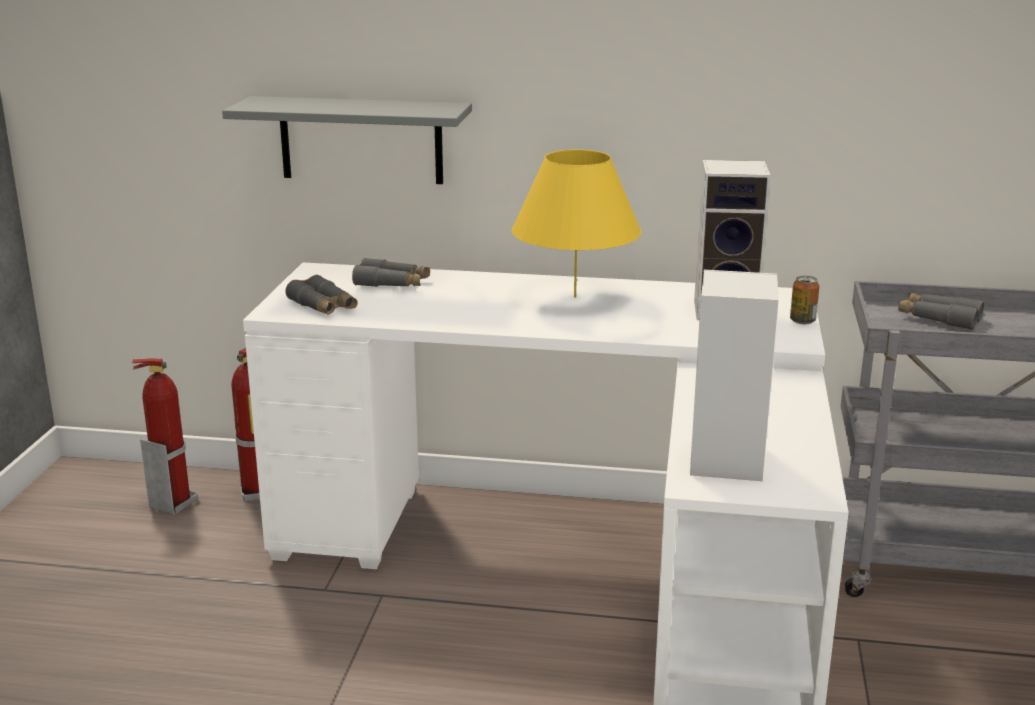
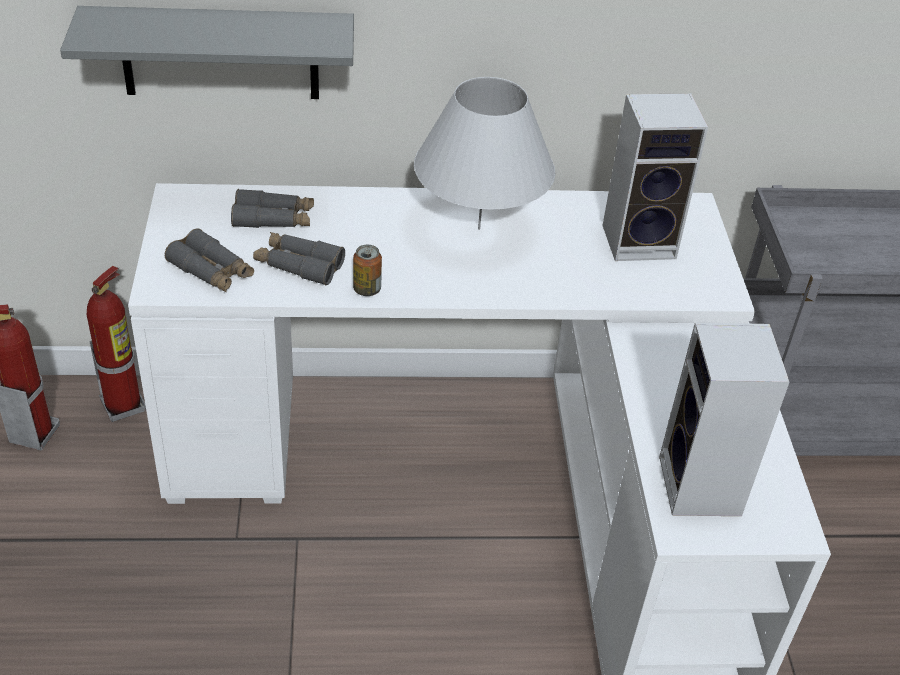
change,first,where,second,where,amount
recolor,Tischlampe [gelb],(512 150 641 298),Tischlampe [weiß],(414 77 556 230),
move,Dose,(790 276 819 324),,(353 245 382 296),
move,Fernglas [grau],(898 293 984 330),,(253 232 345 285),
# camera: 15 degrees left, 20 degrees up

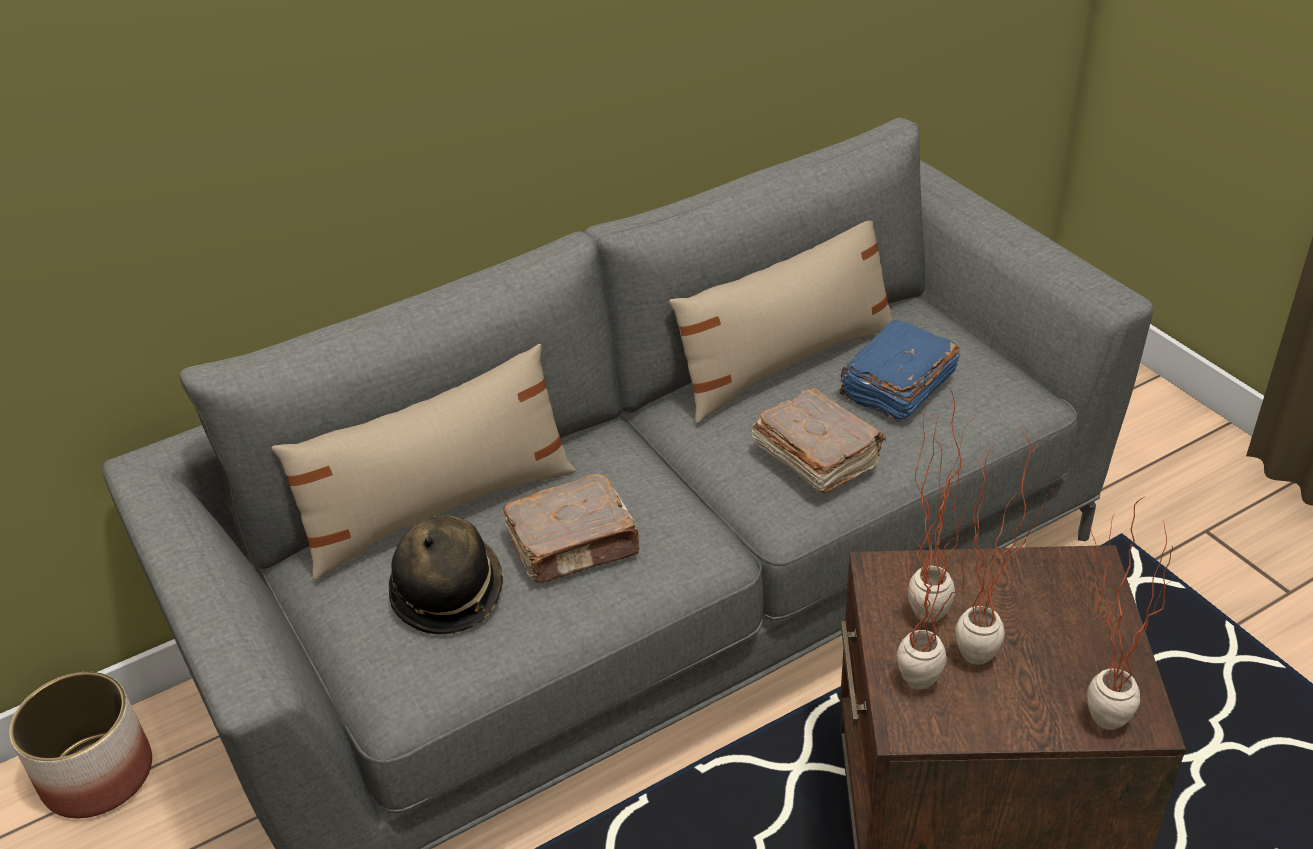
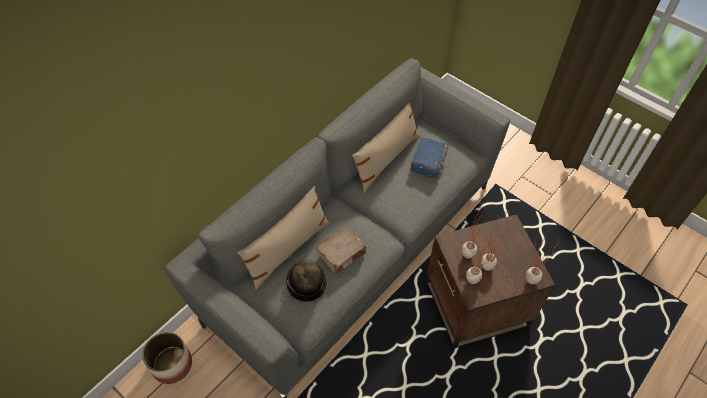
change,first,where,second,where,amount
delete,Buch [braun],(752 388 886 493),,,
# camera: 20 degrees left, 15 degrees up

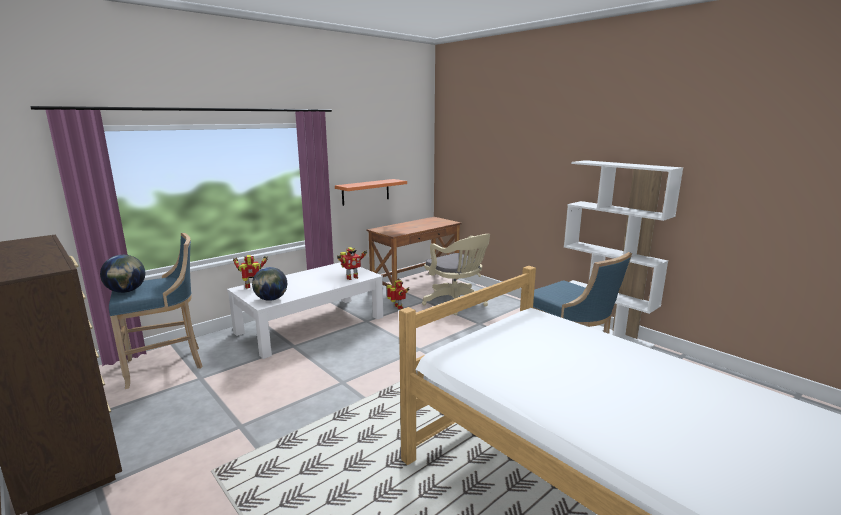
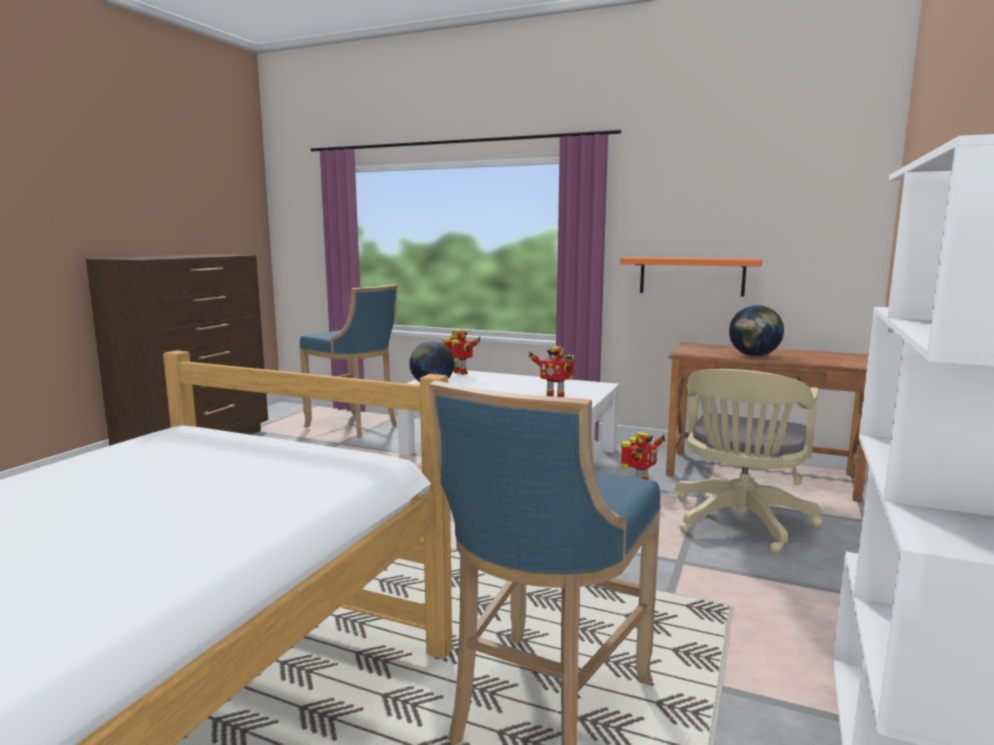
change,first,where,second,where,amount
move,Globus,(100 255 145 293),,(729 305 784 356),
# camera: 65 degrees right, 5 degrees down

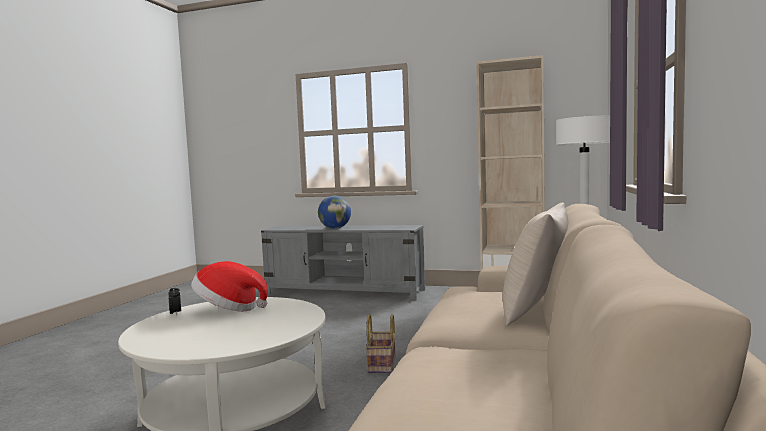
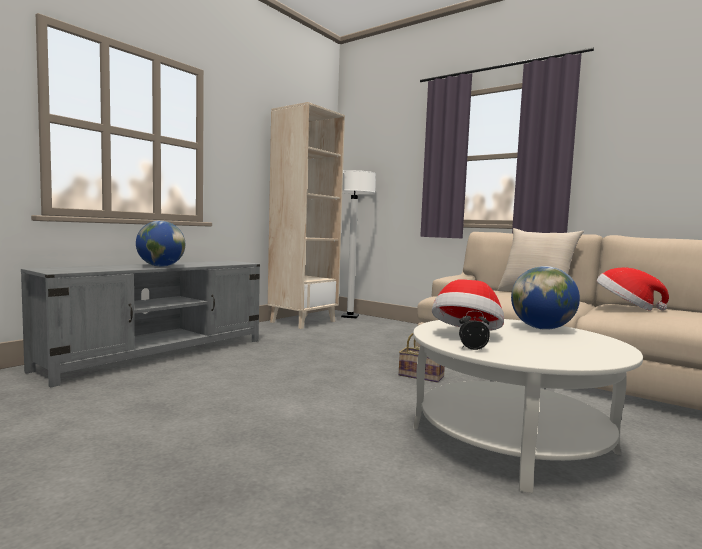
change,first,where,second,where,amount
insert,,,Globus,(511 266 580 330),
insert,,,Hut,(597 267 669 311),
# camera: 70 degrees left, 0 degrees up

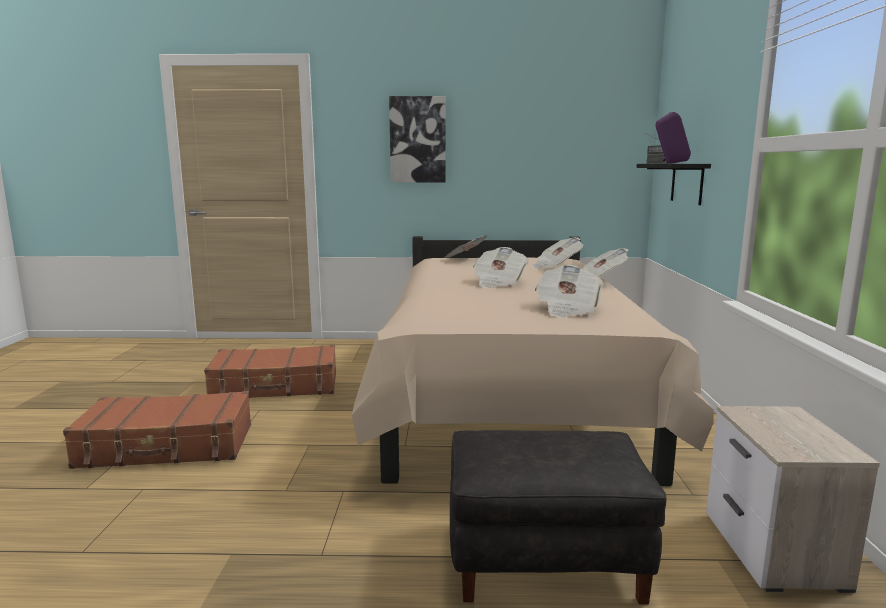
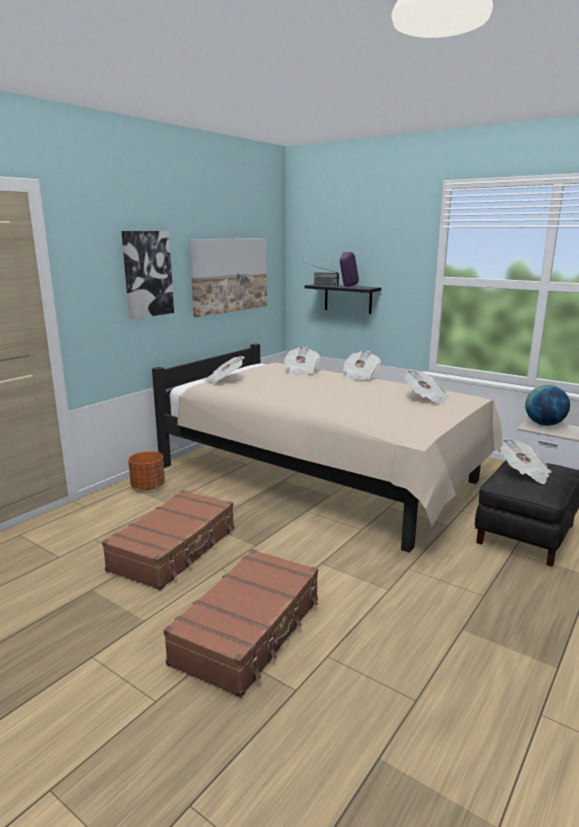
change,first,where,second,where,amount
move,Zeitung,(473 247 529 288),,(500 438 552 484),
insert,,,Pflanzkübel [orange],(128 451 165 490),
insert,,,Bild,(190 238 267 317),
insert,,,Globus,(525 385 570 426),
# camera: 55 degrees left, 5 degrees up

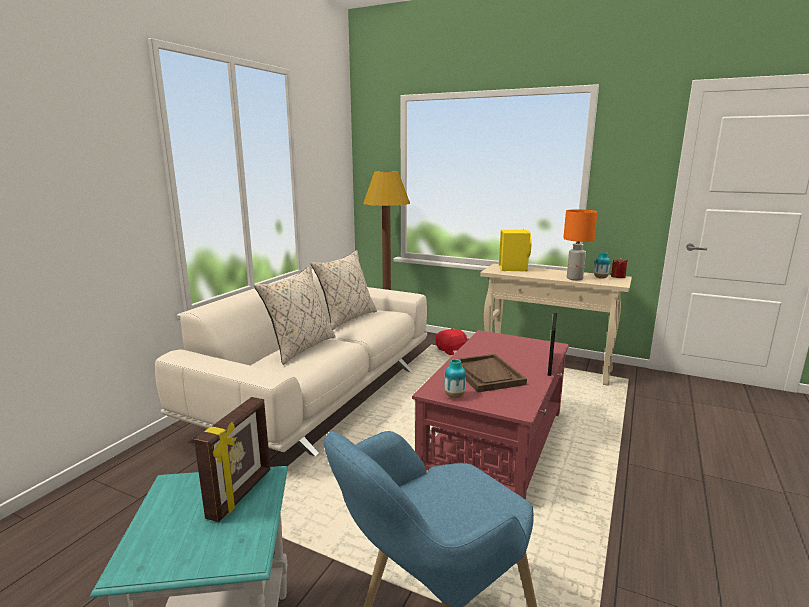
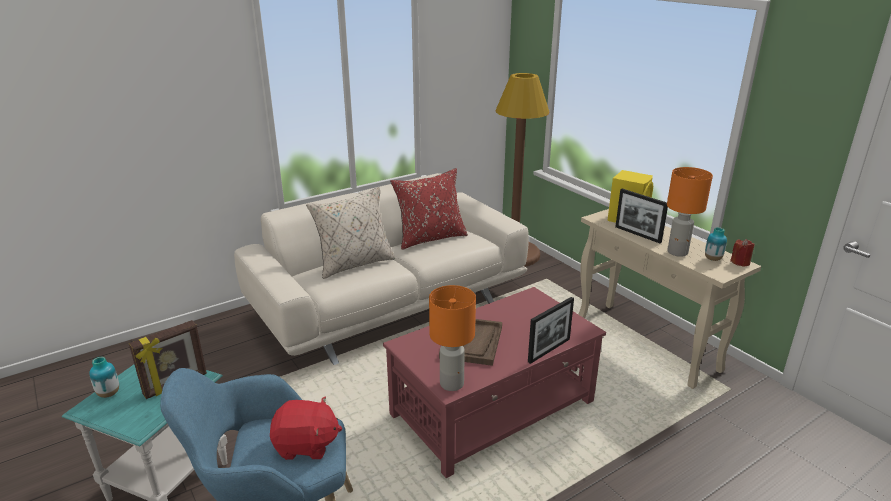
change,first,where,second,where,amount
recolor,Kissen [beige],(311 250 377 330),Kissen [rot],(390 168 468 250),
move,Plüschtier [rot],(436 328 467 355),,(270 396 342 460),
move,Vase,(444 359 466 398),,(90 357 119 398),
insert,,,Tischlampe [orange],(429 285 476 391),
insert,,,Bilderrahmen,(615 188 668 243),
# camera: 30 degrees right, 10 degrees up

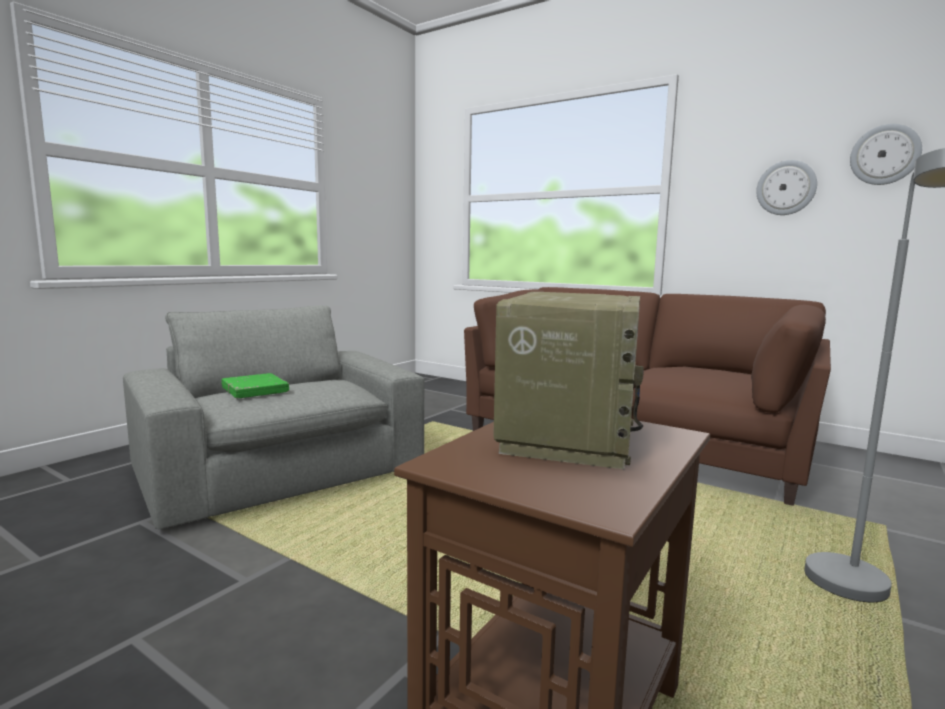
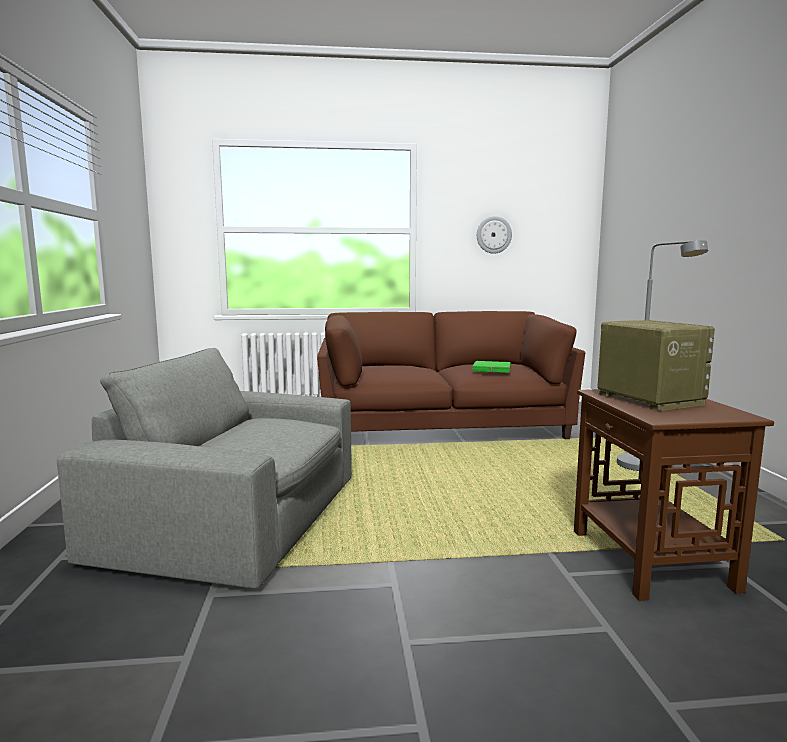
change,first,where,second,where,amount
move,Buch [grün],(222 373 289 399),,(472 361 511 373),
delete,Wanduhr,(850 124 922 185),,,
# camera: 40 degrees left, 0 degrees up

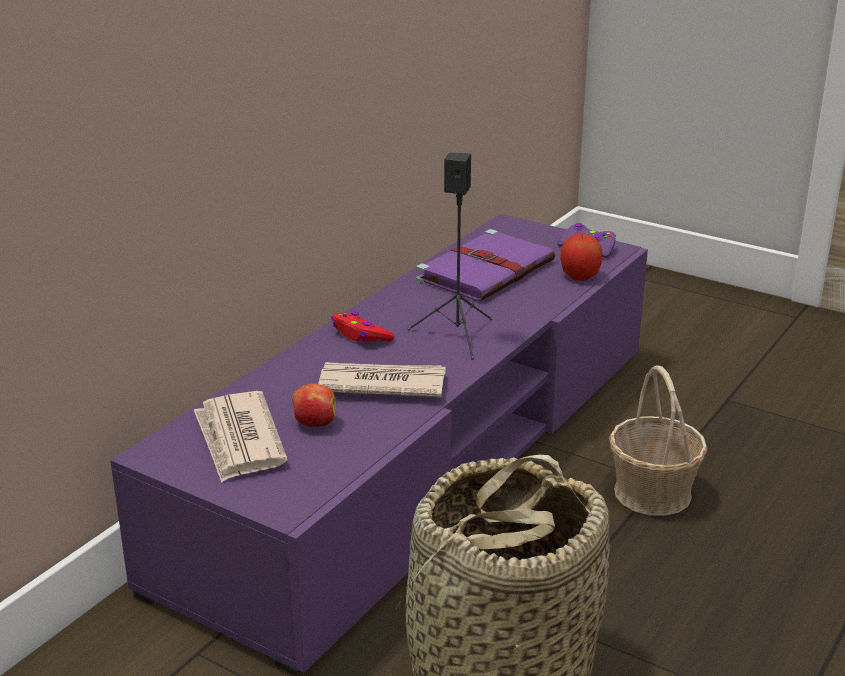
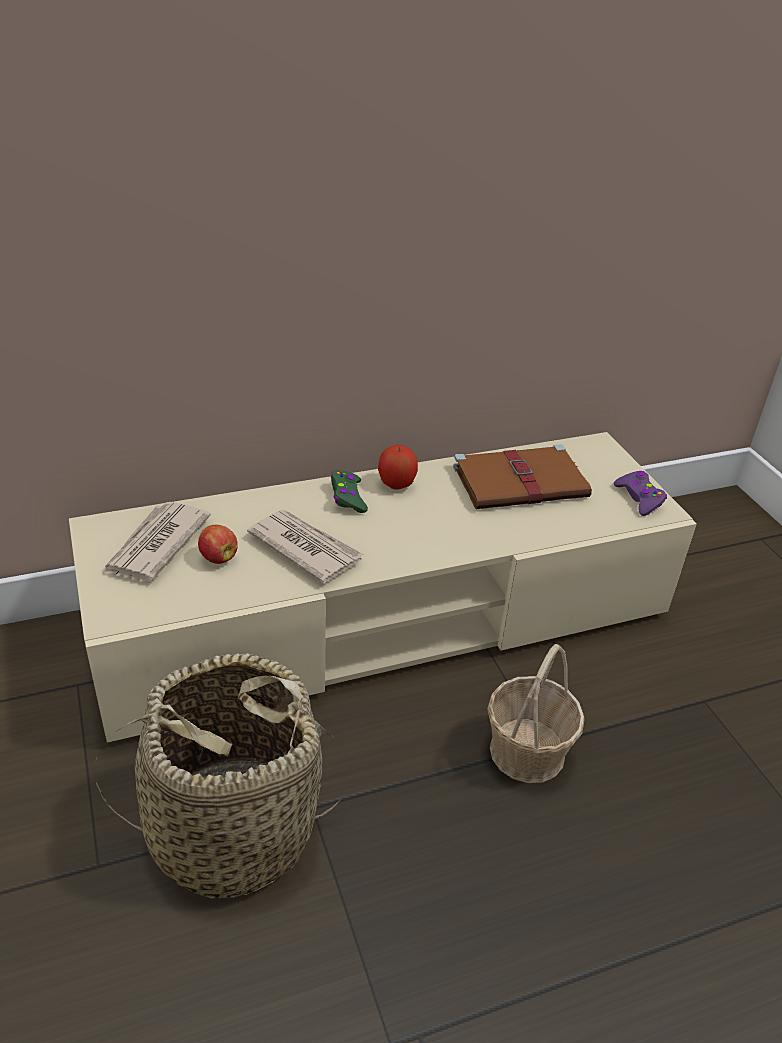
change,first,where,second,where,amount
recolor,Fernsehschrank [lila],(110 214 648 675),Fernsehschrank [beige],(69 432 697 743),
recolor,Gamepad [rot],(331 311 395 342),Gamepad [grün],(331 470 368 513),
delete,Lautsprecher [schwarz],(408 153 493 360),,,
recolor,Buch [lila],(416 229 555 301),Buch [braun],(453 444 592 509),
move,Apfel,(560 234 602 281),,(378 445 418 490),
# camera: 35 degrees right, 10 degrees up

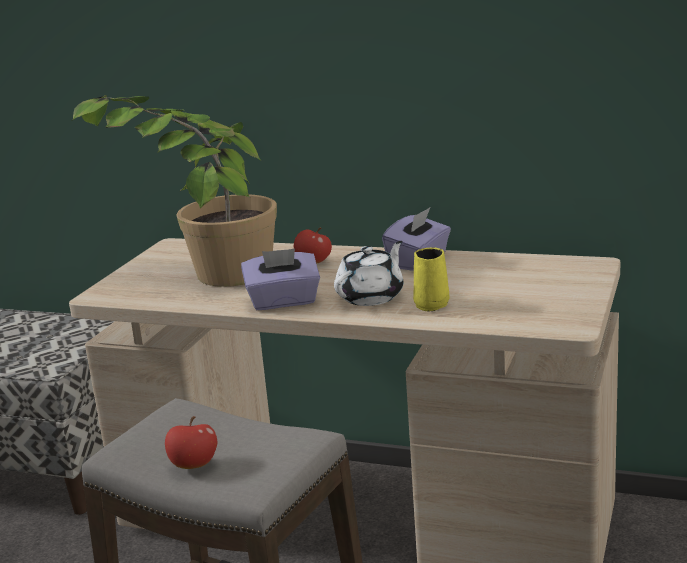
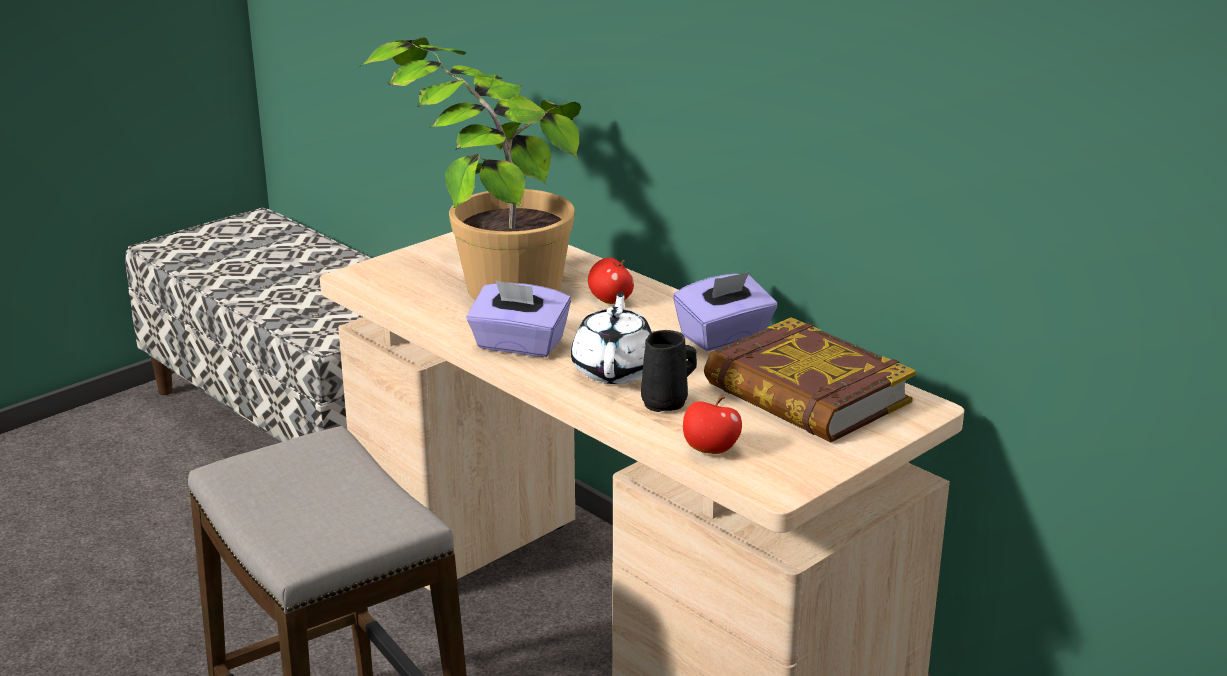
change,first,where,second,where,amount
move,Apfel,(165 416 217 469),,(683 396 742 454),
rotate,Teekanne [weiß],(334 241 403 306),,(571 292 652 384),60 degrees counterclockwise
recolor,Henkelbecher [gelb],(413 247 450 311),Henkelbecher [schwarz],(641 330 697 412),
insert,,,Buch,(704 317 916 442),
# camera: 25 degrees right, 5 degrees up

